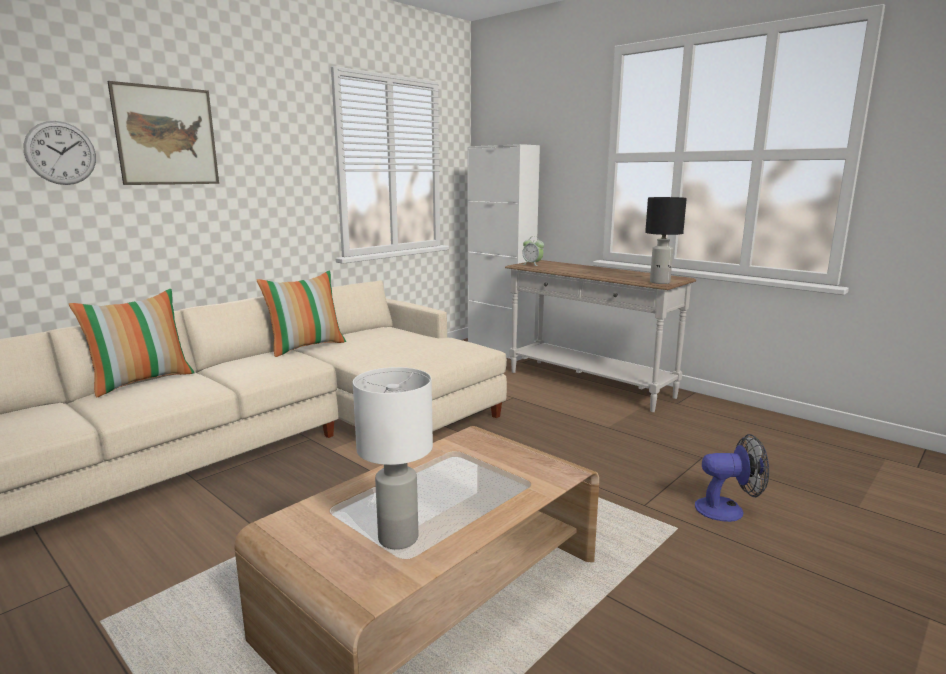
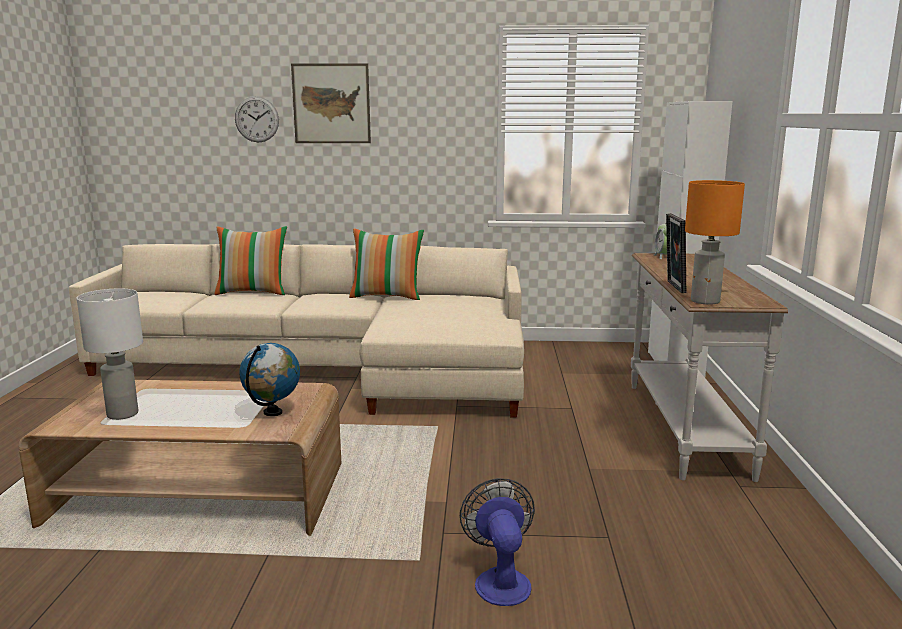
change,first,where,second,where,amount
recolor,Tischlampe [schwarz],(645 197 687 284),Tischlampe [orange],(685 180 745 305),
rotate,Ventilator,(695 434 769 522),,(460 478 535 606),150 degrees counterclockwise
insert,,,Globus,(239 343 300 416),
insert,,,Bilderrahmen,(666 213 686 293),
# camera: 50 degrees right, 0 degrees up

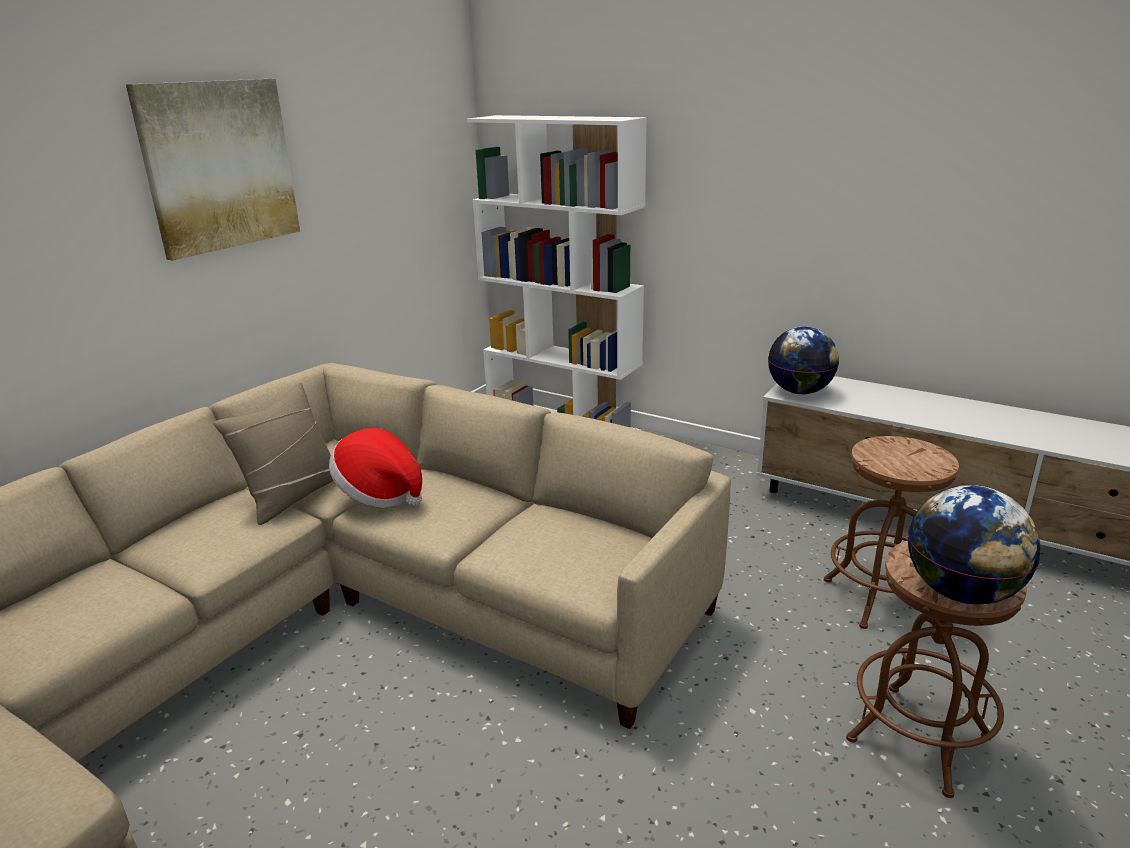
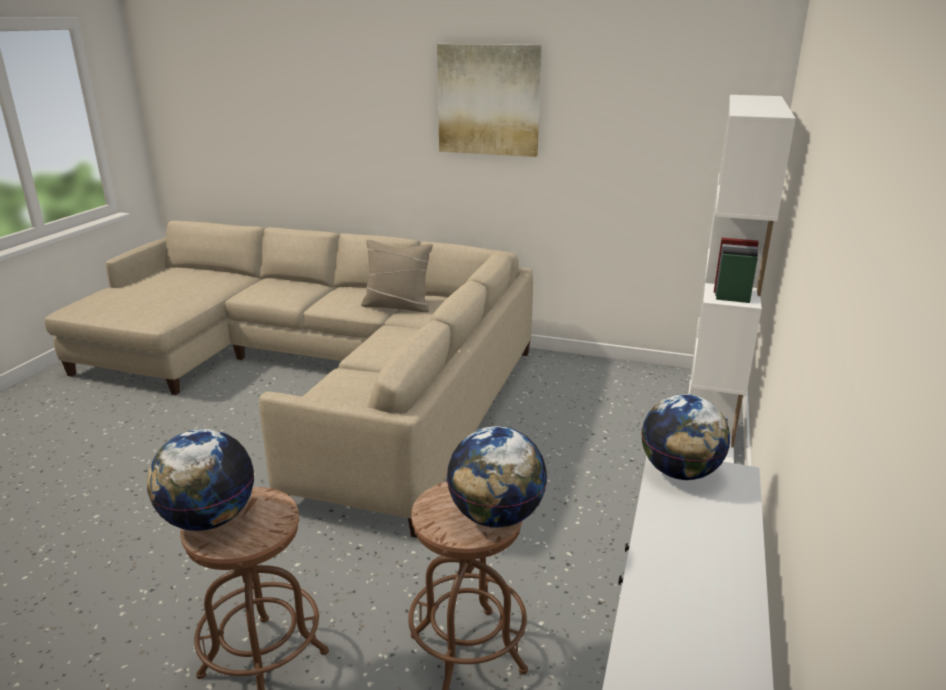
change,first,where,second,where,amount
delete,Hut,(329 428 422 508),,,
insert,,,Globus,(447 426 547 527),
# camera: 75 degrees right, 0 degrees up

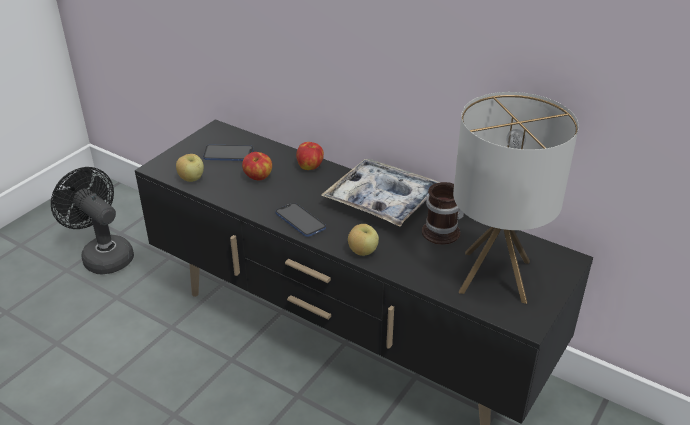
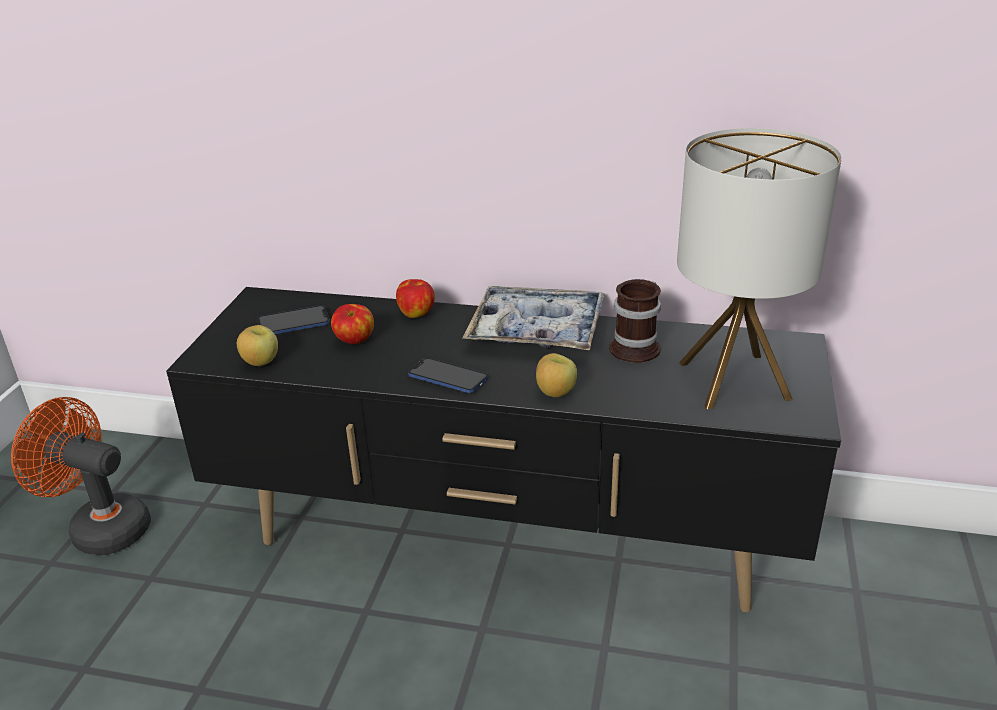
change,first,where,second,where,amount
recolor,Ventilator [schwarz],(51 167 134 274),Ventilator [orange],(11 397 151 555),
# camera: 20 degrees left, 5 degrees down

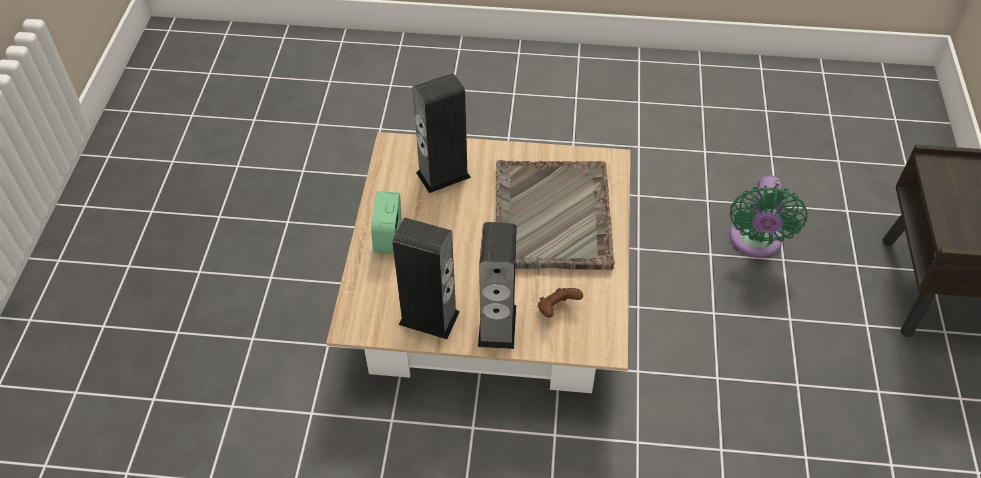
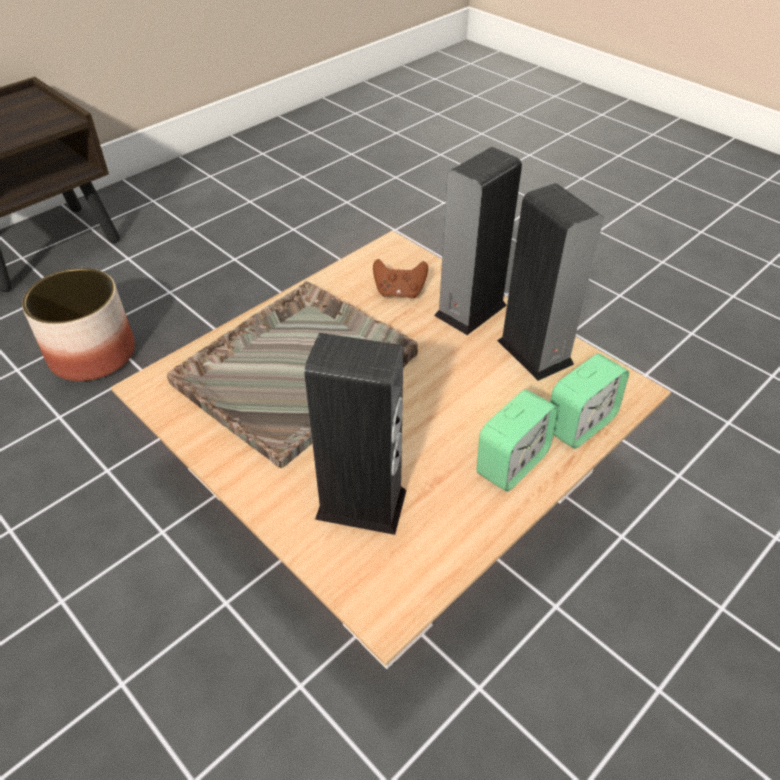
change,first,where,second,where,amount
replace,Ventilator [grün],(730 175 807 258),Pflanzkübel,(22 268 135 381),
insert,,,Wecker,(550 354 629 449),
# camera: 140 degrees left, 5 degrees down

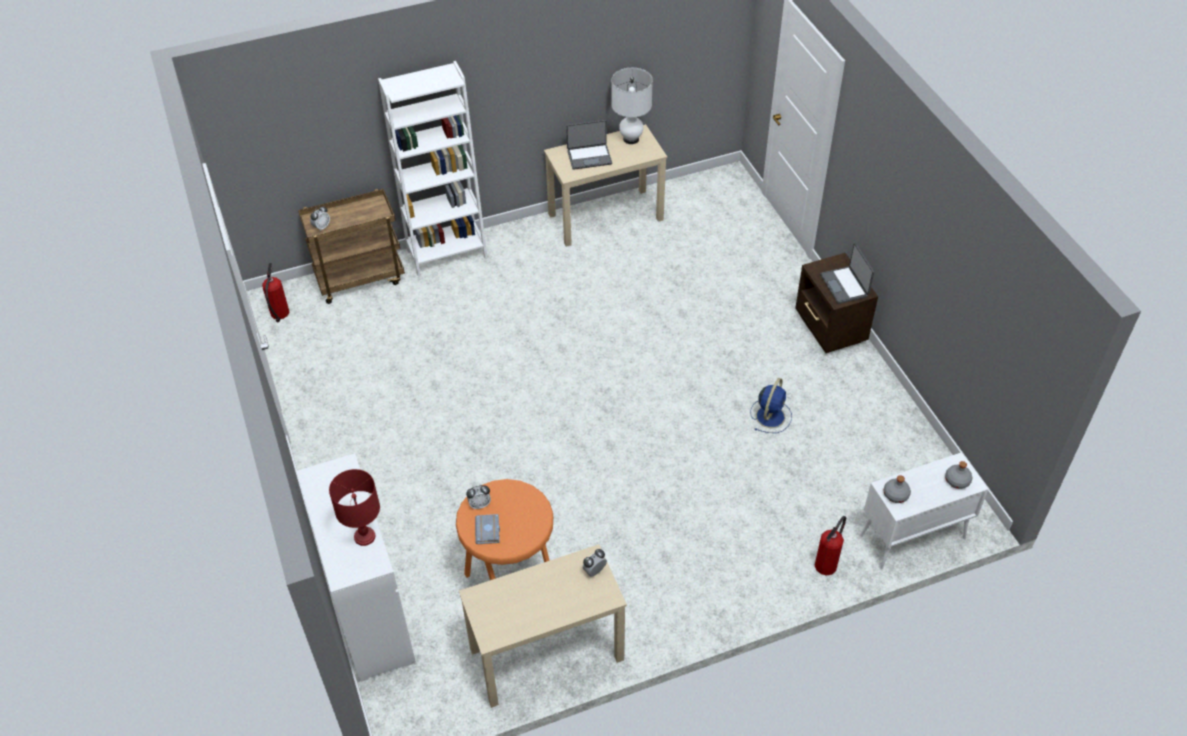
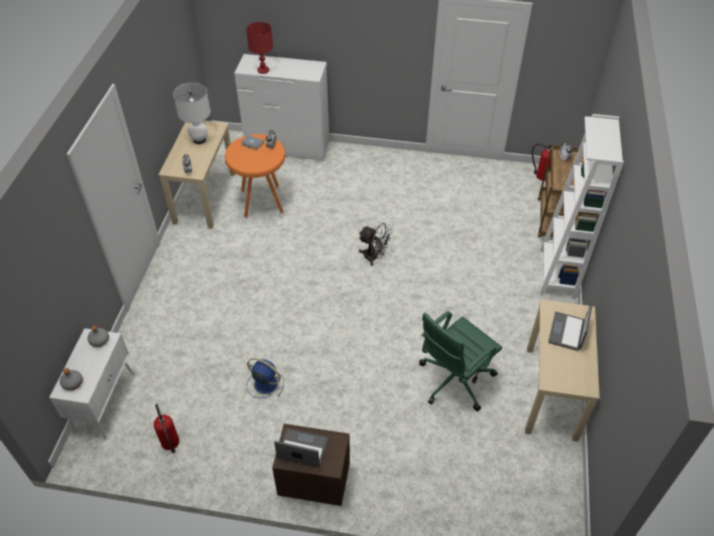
change,first,where,second,where,amount
move,Tischlampe [weiß],(611 68 653 144),,(173 83 211 144),
rotate,Ventilator [blau],(750 378 792 433),,(247 358 284 398),150 degrees clockwise
move,Feuerlöscher,(815 516 846 576),,(154 404 179 453),
insert,,,Ventilator [grau],(359 223 393 266),
insert,,,Bürostuhl [grün],(419 311 502 411),
# camera: 120 degrees right, 0 degrees up

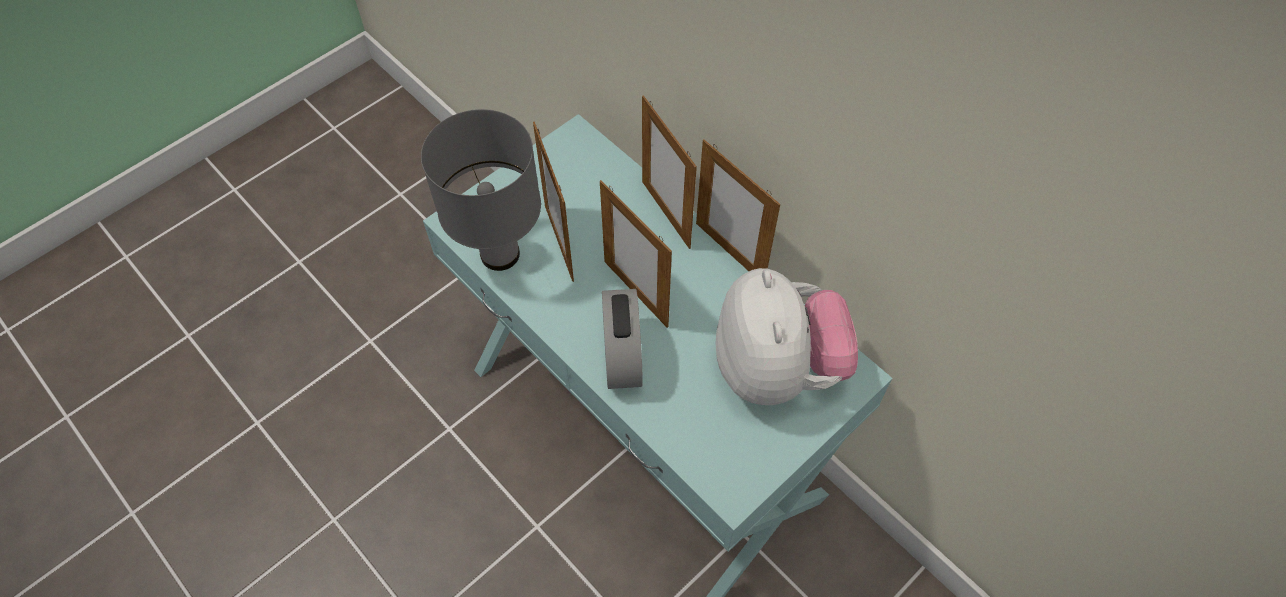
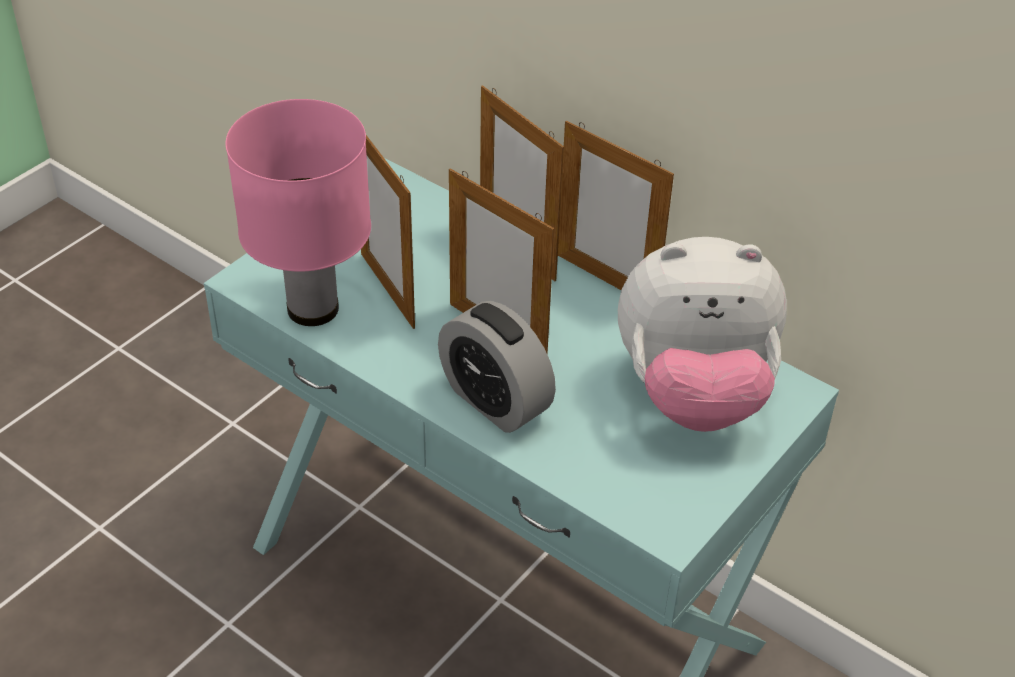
change,first,where,second,where,amount
recolor,Tischlampe [grau],(421 109 541 271),Tischlampe [rosa],(226 99 371 326),
rotate,Wecker,(602 289 643 389),,(438 301 556 433),150 degrees clockwise
rotate,Plüschtier,(716 268 858 405),,(618 237 787 432),105 degrees clockwise
# camera: 10 degrees left, 15 degrees down

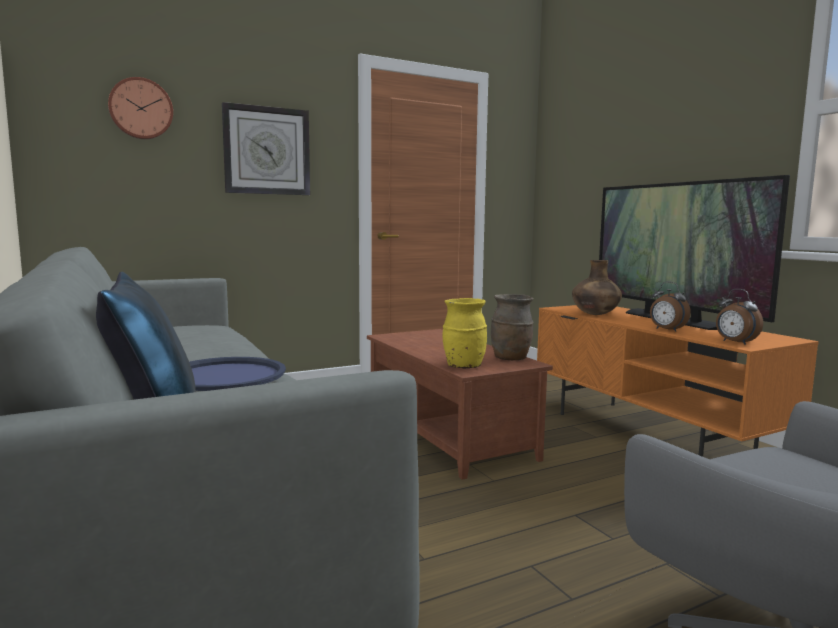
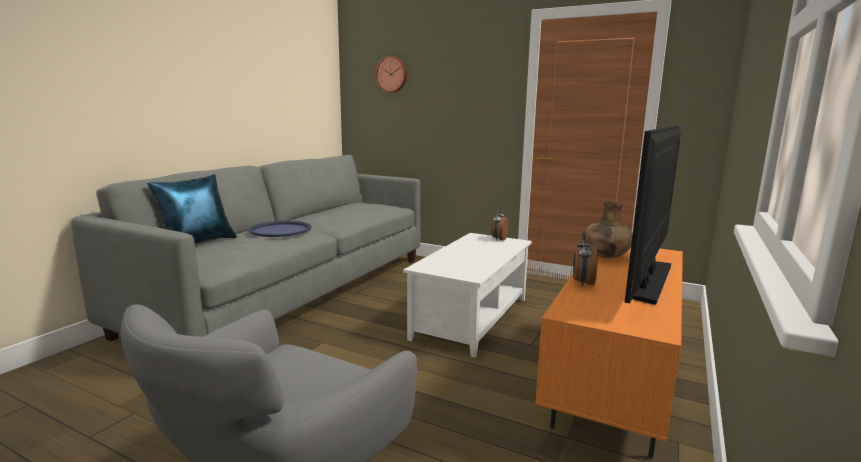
change,first,where,second,where,amount
delete,Wanduhr,(222 102 310 195),,,
recolor,Couchtisch [braun],(367 329 553 480),Couchtisch [weiß],(403 233 532 358),
delete,Vase [gelb],(443 298 487 369),,,
delete,Vase [braun],(491 294 534 360),,,
move,Wecker,(716 289 763 345),,(491 208 508 241),
# camera: 55 degrees right, 5 degrees up

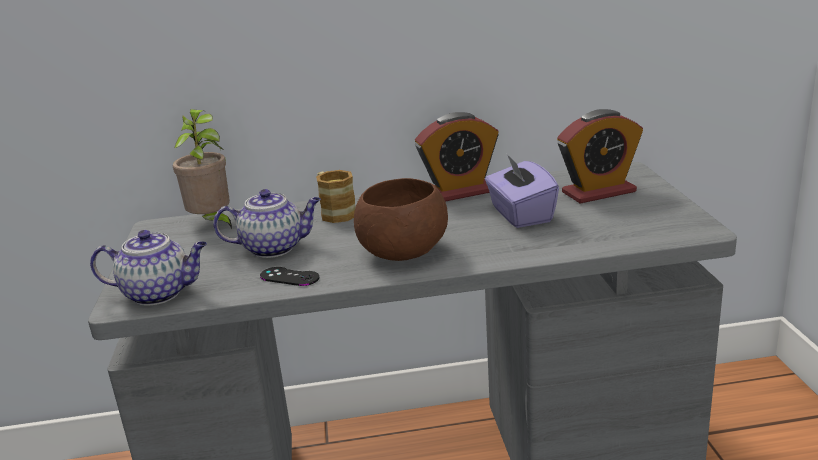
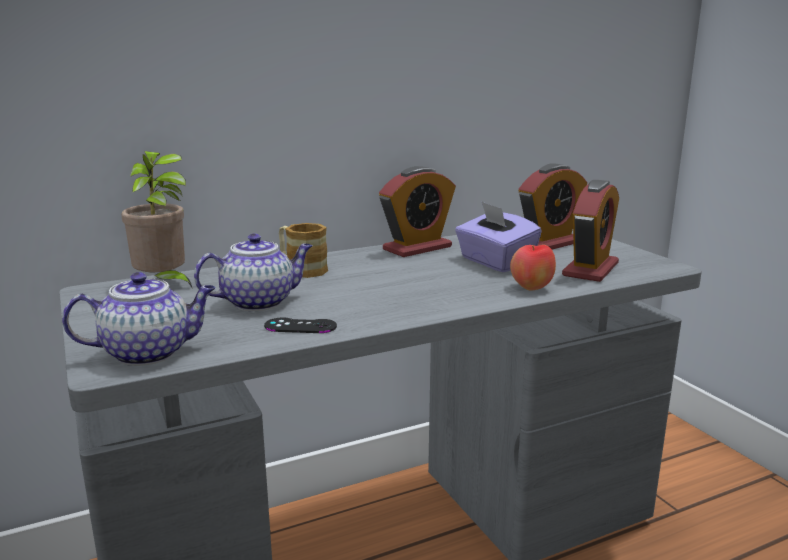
change,first,where,second,where,amount
delete,Schüssel [braun],(354 178 448 261),,,
insert,,,Apfel,(510 245 556 291),
insert,,,Wecker,(562 180 619 282),
# camera: 20 degrees left, 5 degrees down

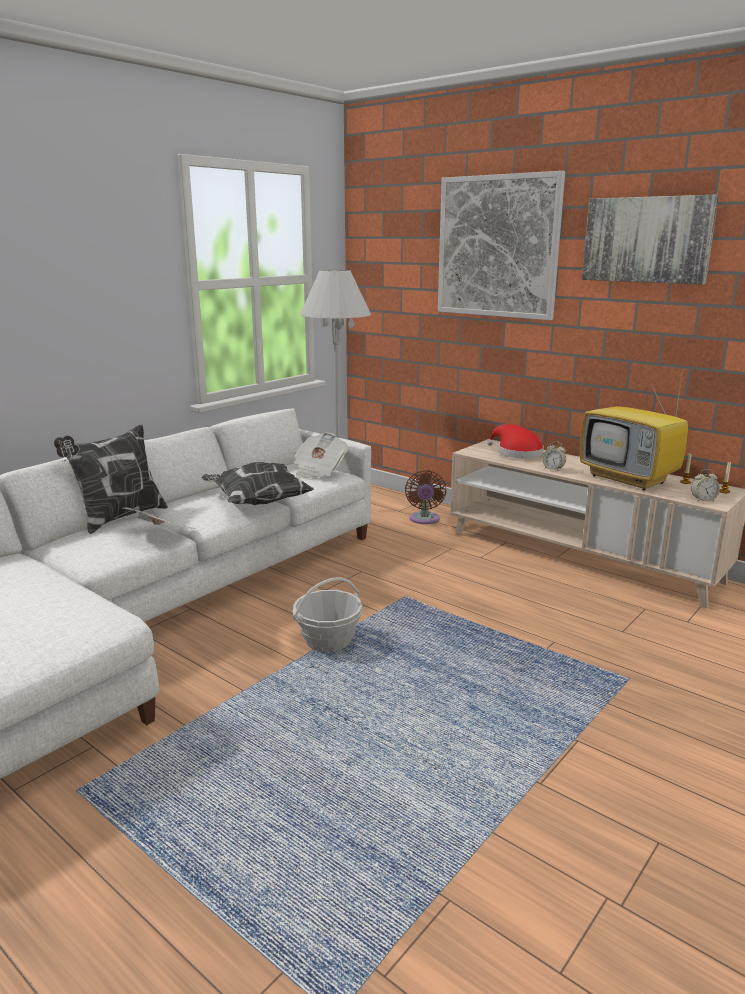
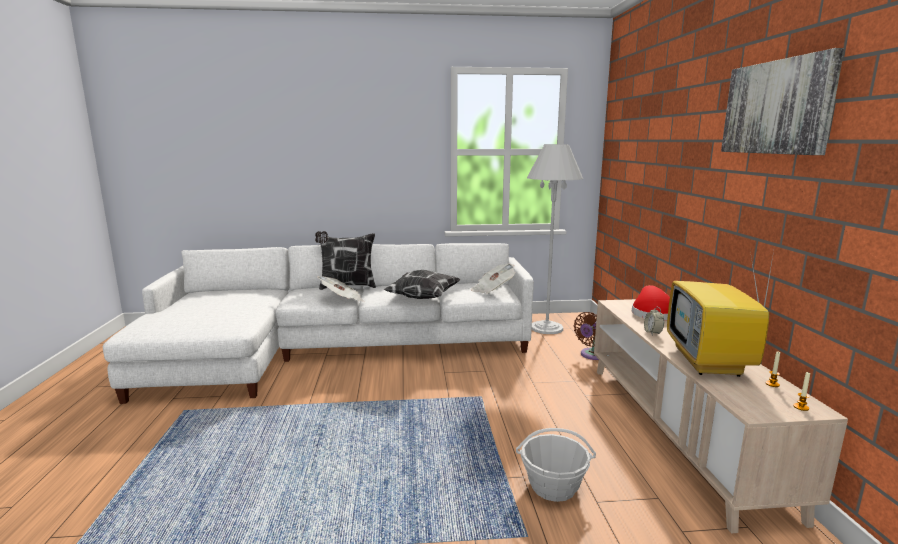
change,first,where,second,where,amount
move,Korb,(292 577 363 652),,(516 428 596 502),
delete,Bild,(438 171 565 320),,,
delete,Wecker,(691 469 720 502),,,
# camera: 45 degrees right, 5 degrees down

